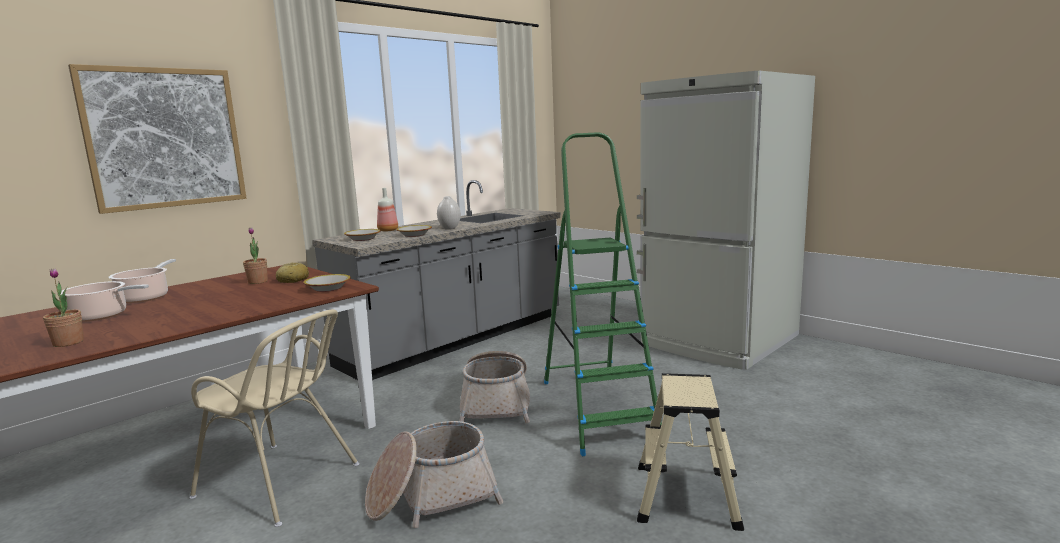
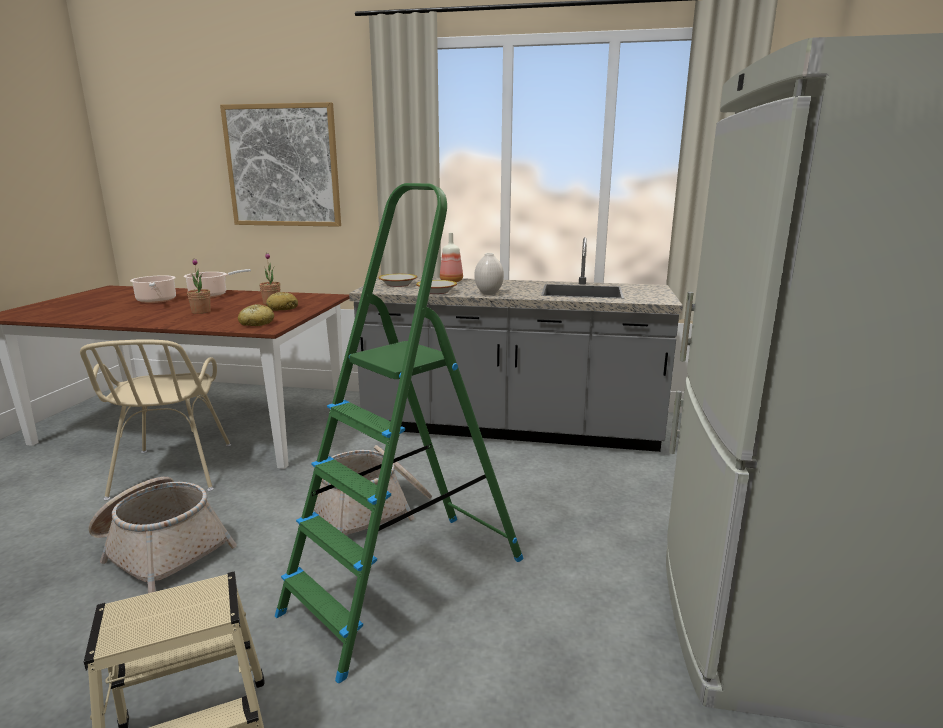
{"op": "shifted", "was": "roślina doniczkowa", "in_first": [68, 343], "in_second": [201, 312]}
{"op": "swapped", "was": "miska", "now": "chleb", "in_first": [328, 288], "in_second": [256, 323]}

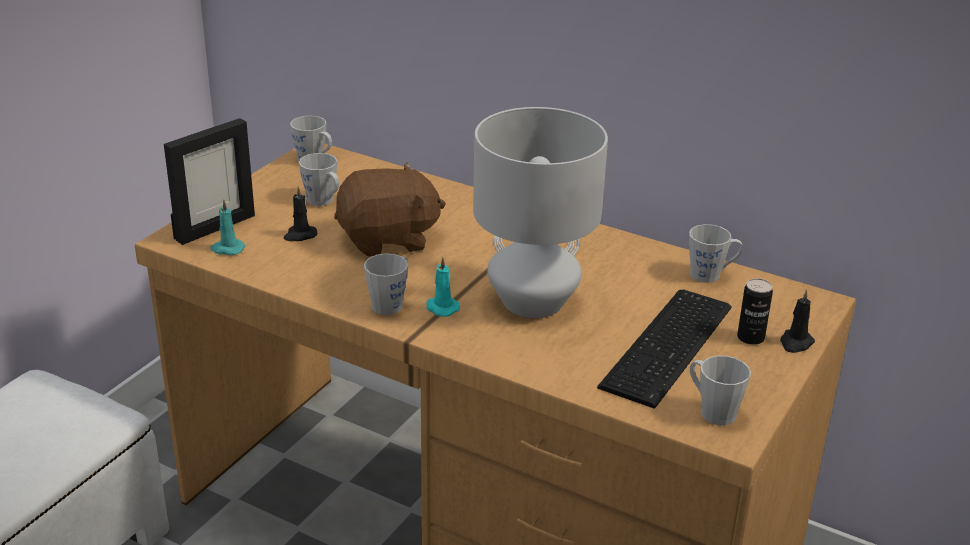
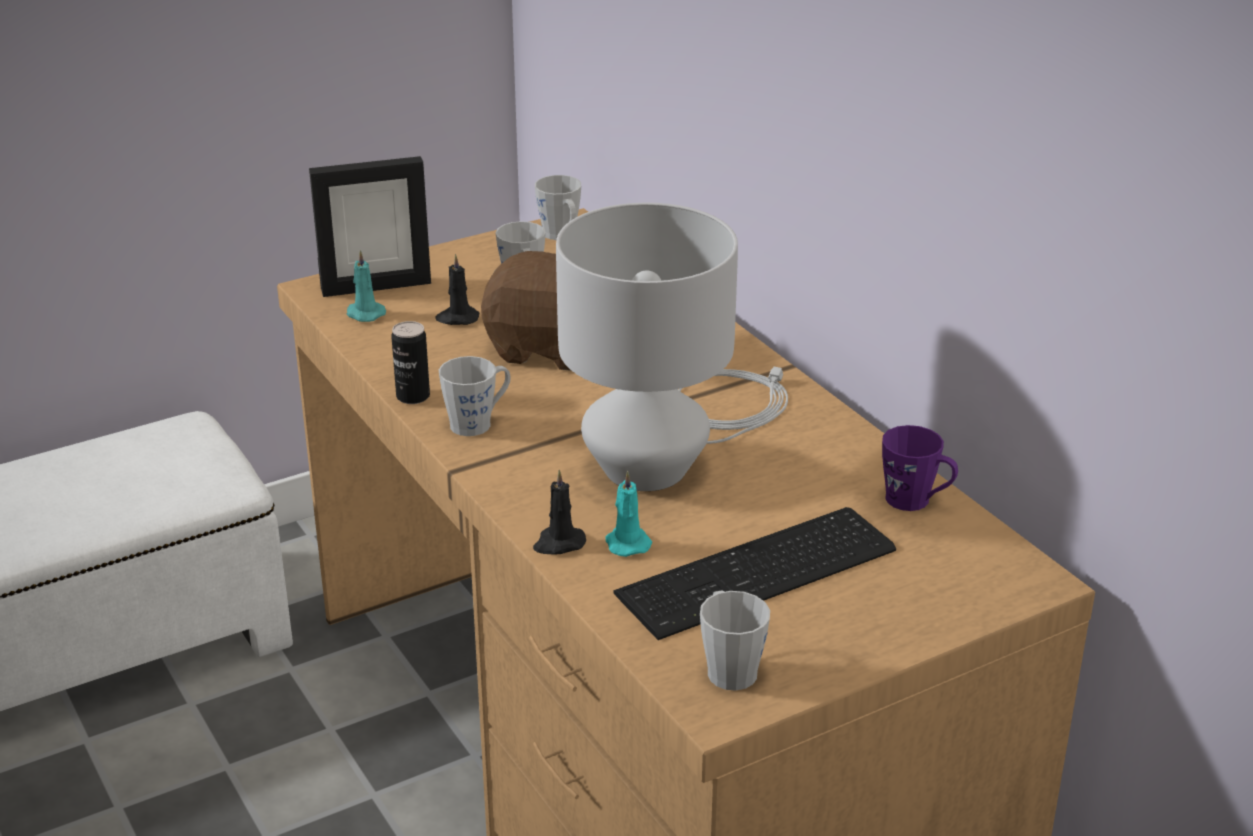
{"op": "repainted", "was": "kubek [szary]", "now": "kubek [fioletowy]", "in_first": [711, 275], "in_second": [915, 501]}
{"op": "shifted", "was": "świeca [turkusowy]", "in_first": [441, 308], "in_second": [626, 543]}
{"op": "shifted", "was": "puszka", "in_first": [750, 338], "in_second": [413, 396]}
{"op": "shifted", "was": "świeca [czarny]", "in_first": [795, 343], "in_second": [558, 543]}

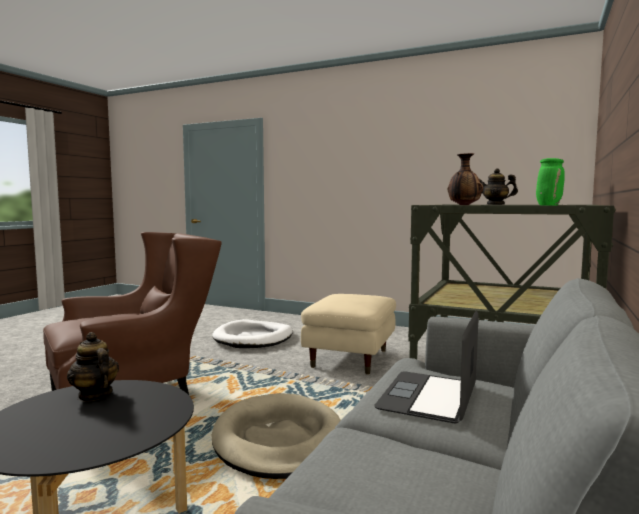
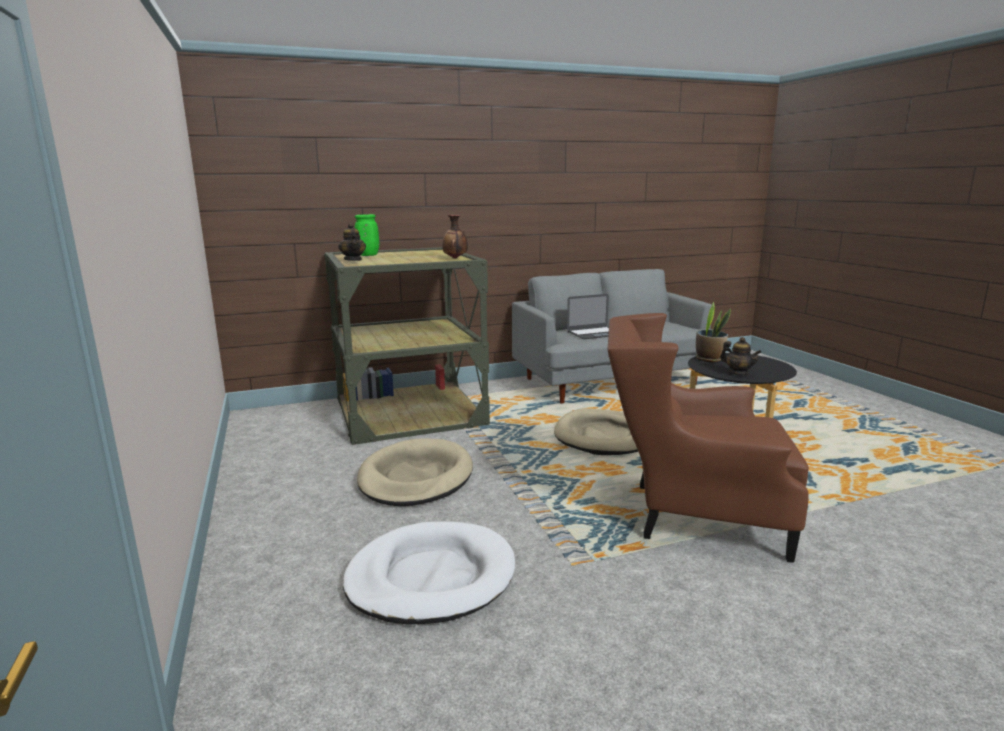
{"op": "swapped", "was": "pufa [beżowy]", "now": "legowisko [beżowy]", "in_first": [350, 358], "in_second": [415, 477]}
{"op": "rotated", "was": "imbryk", "in_first": [94, 395], "in_second": [738, 373], "clockwise": -45}
{"op": "new", "now": "roślina doniczkowa", "in_second": [709, 359]}

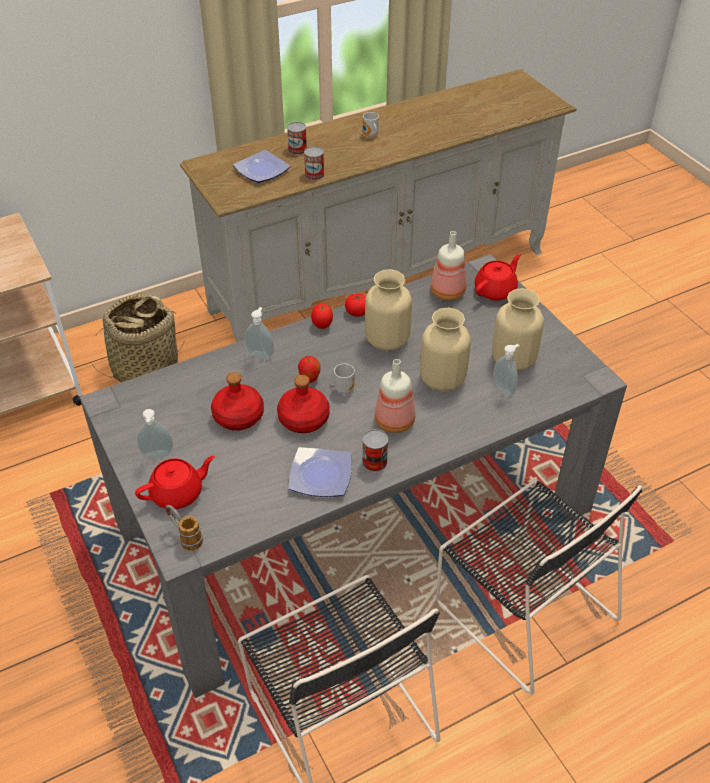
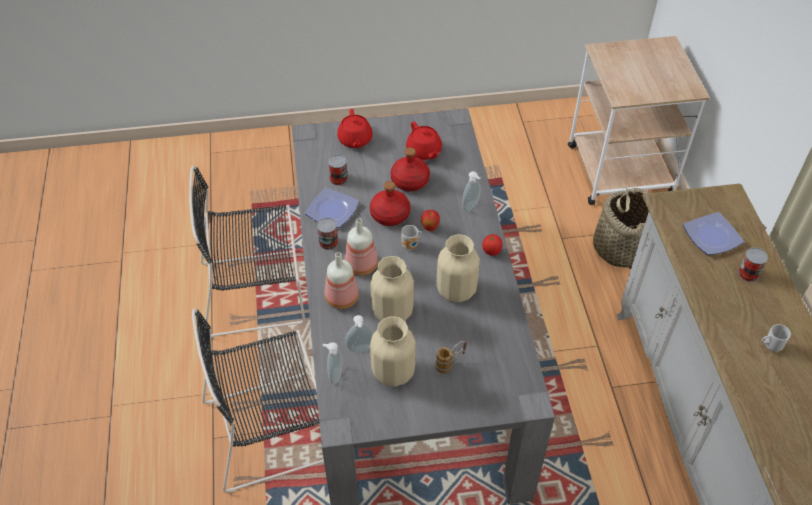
{"op": "shifted", "was": "puszka", "in_first": [314, 175], "in_second": [338, 179]}
{"op": "shifted", "was": "butelka", "in_first": [448, 293], "in_second": [341, 298]}
{"op": "shifted", "was": "imbryk [czerwony]", "in_first": [496, 290], "in_second": [424, 151]}
{"op": "gone", "was": "pomidor", "in_first": [357, 312]}
{"op": "shifted", "was": "dozownik mydła", "in_first": [157, 456], "in_second": [334, 375]}
{"op": "shifted", "was": "kubek", "in_first": [184, 536], "in_second": [450, 363]}

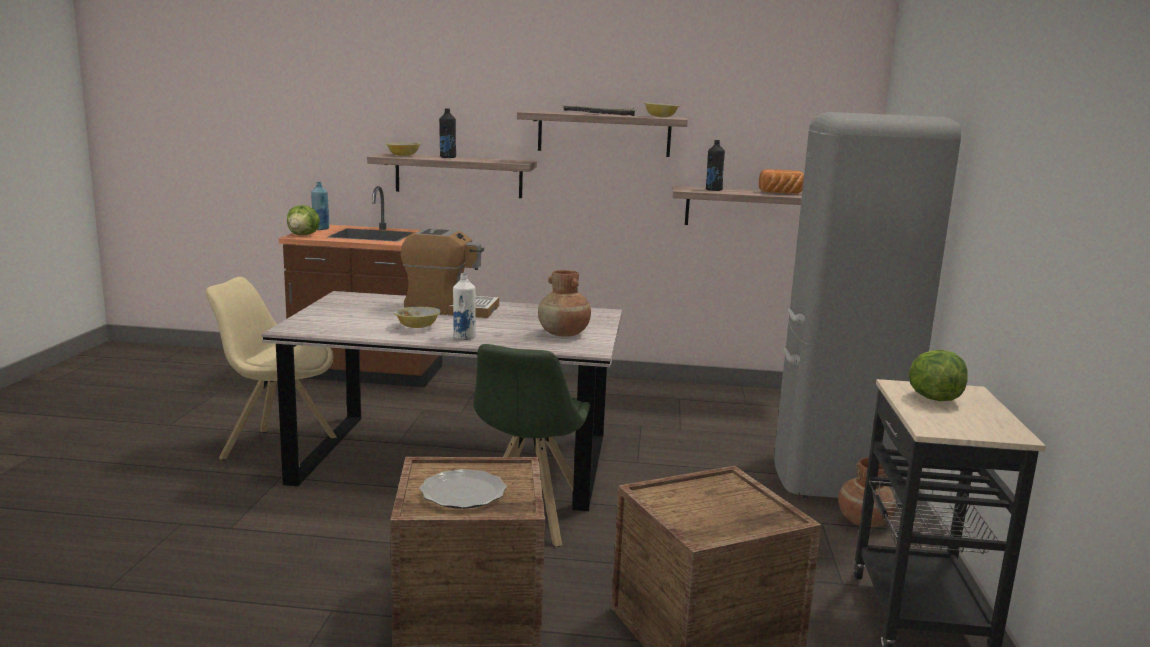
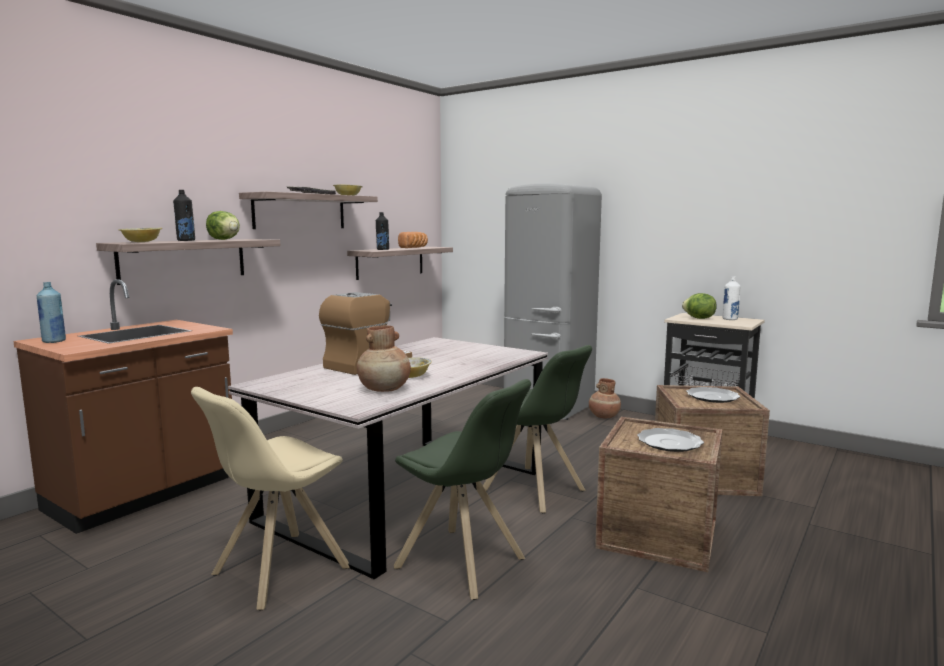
{"op": "shifted", "was": "sałata", "in_first": [303, 235], "in_second": [224, 239]}
{"op": "shifted", "was": "wazon [brązowy]", "in_first": [563, 334], "in_second": [385, 389]}
{"op": "shifted", "was": "butelka [biały]", "in_first": [464, 337], "in_second": [730, 319]}
{"op": "new", "now": "krzesło [zielony]", "in_second": [461, 563]}
{"op": "new", "now": "talerz", "in_second": [712, 397]}

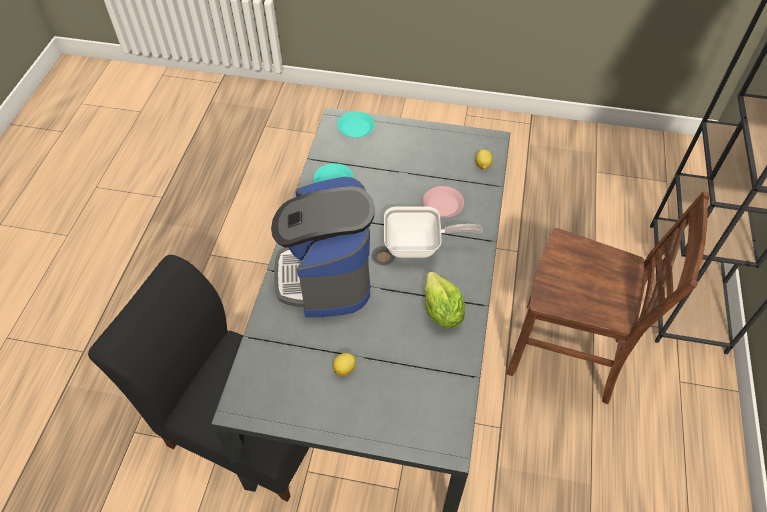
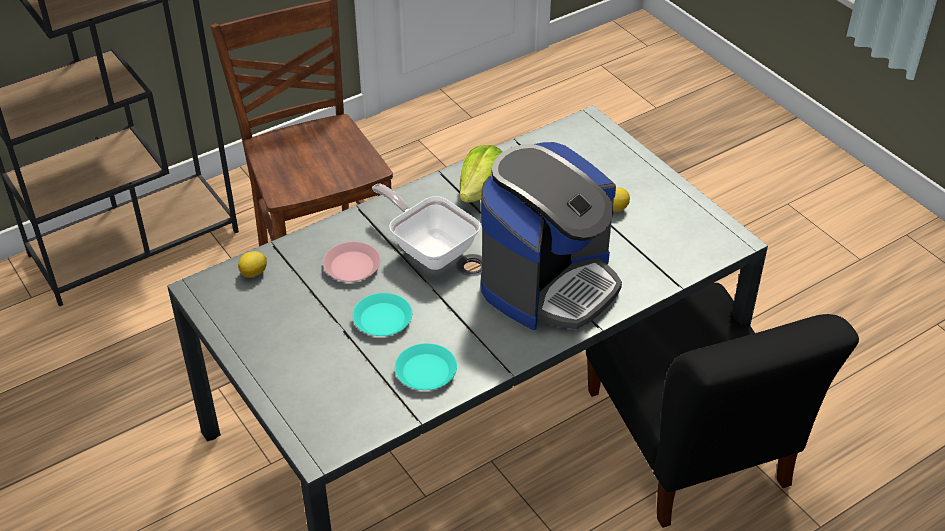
{"op": "shifted", "was": "talerz [turkusowy]", "in_first": [355, 127], "in_second": [383, 319]}

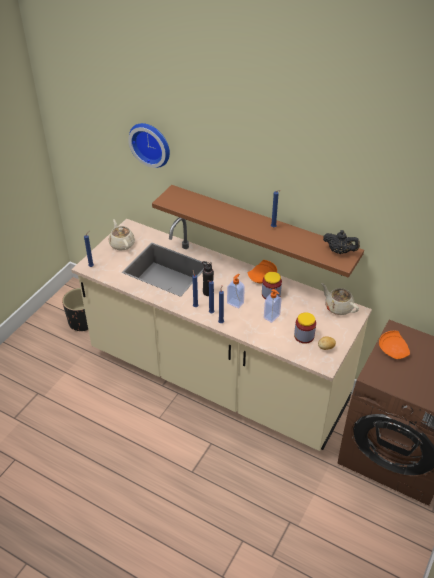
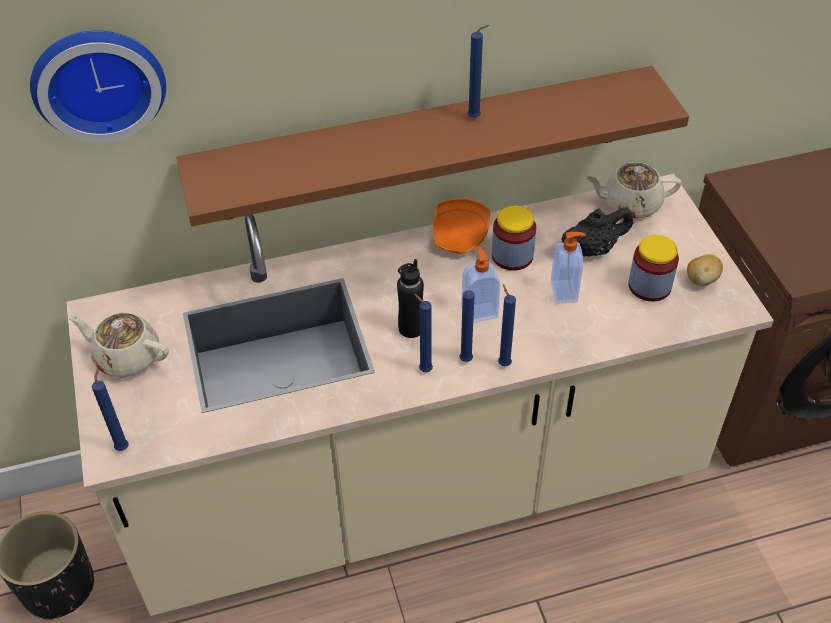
{"op": "shifted", "was": "imbryk [czarny]", "in_first": [339, 251], "in_second": [593, 249]}
{"op": "gone", "was": "talerz [pomarańczowy]", "in_first": [393, 350]}

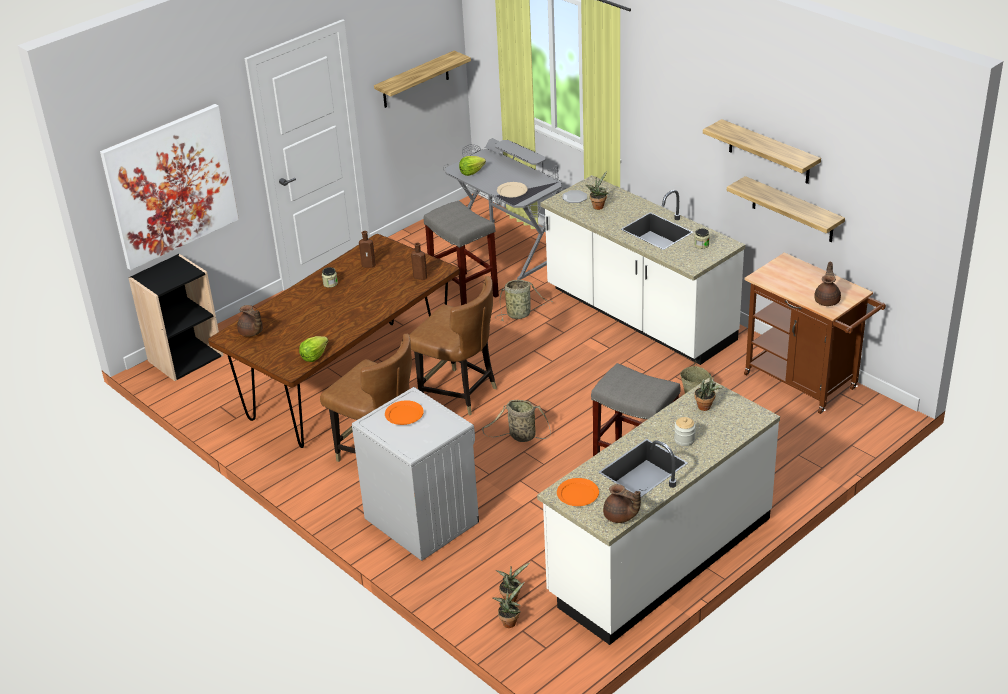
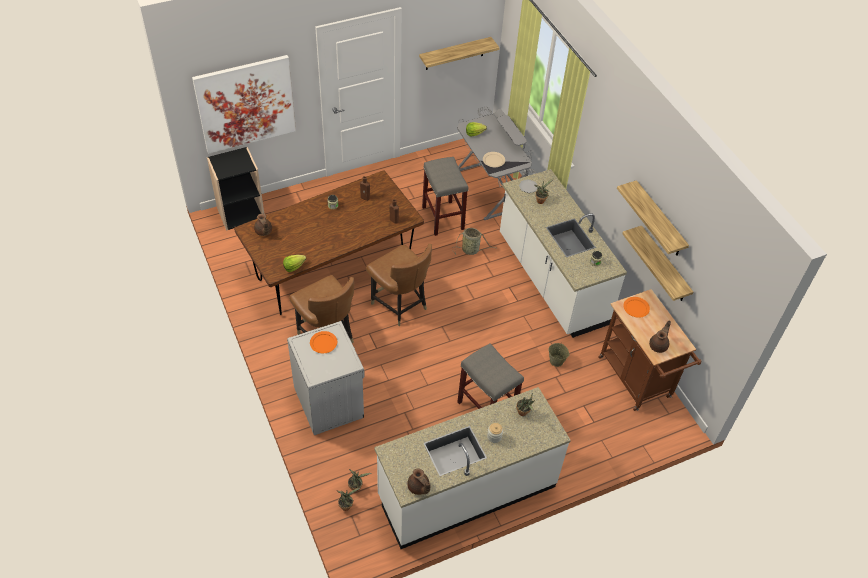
{"op": "gone", "was": "koszyk", "in_first": [520, 436]}
{"op": "shifted", "was": "talerz [pomarańczowy]", "in_first": [578, 494], "in_second": [636, 308]}

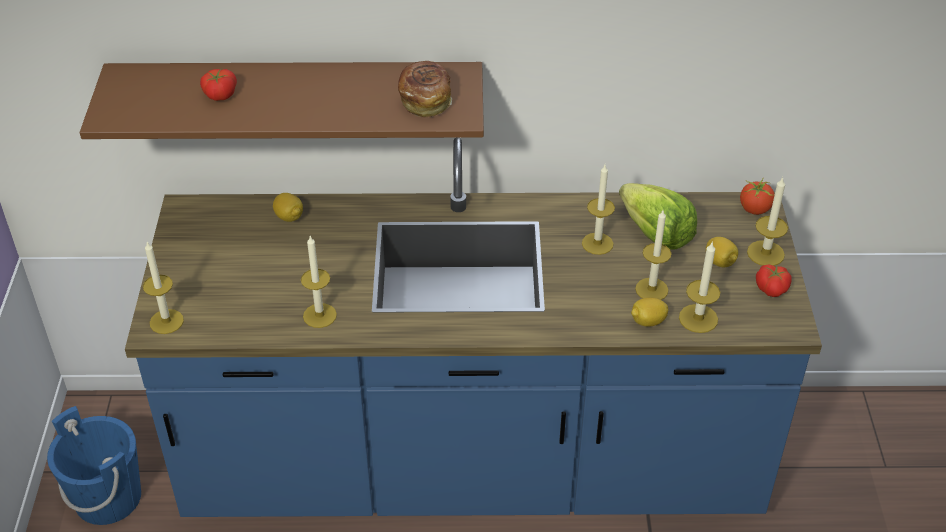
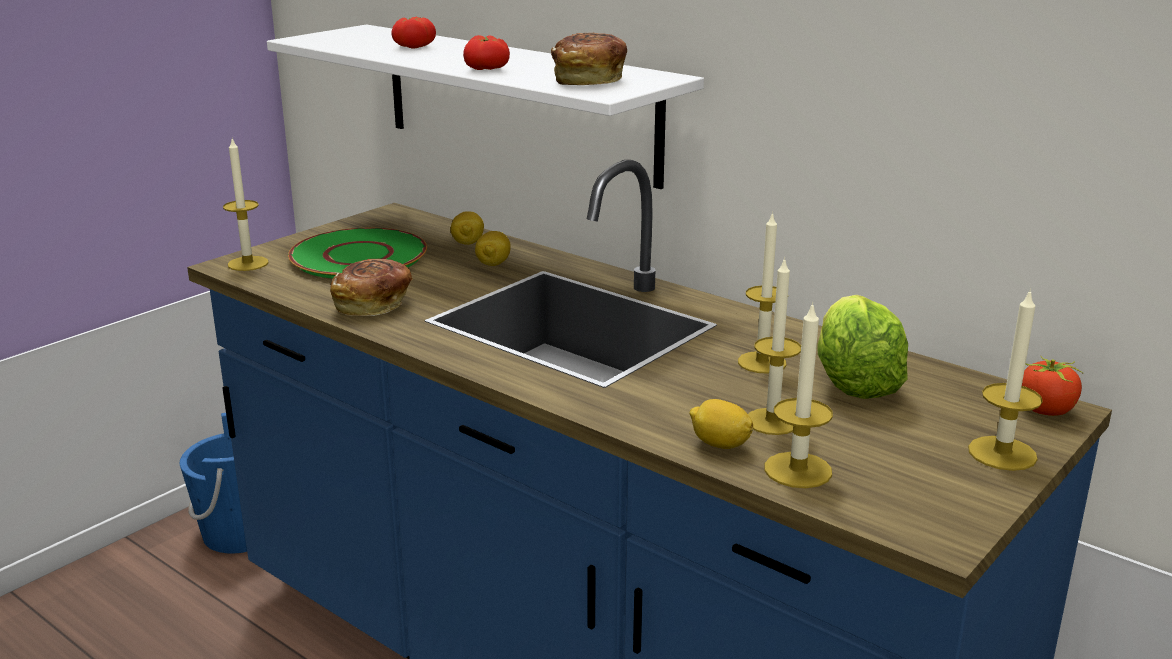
{"op": "repainted", "was": "półka [brązowy]", "now": "półka [biały]", "in_first": [297, 99], "in_second": [517, 102]}
{"op": "swapped", "was": "świeca", "now": "chleb", "in_first": [319, 315], "in_second": [373, 305]}
{"op": "shifted", "was": "cytryna", "in_first": [720, 262], "in_second": [493, 264]}
{"op": "shifted", "was": "pomidor", "in_first": [772, 288], "in_second": [488, 69]}
{"op": "new", "now": "talerz [zielony]", "in_second": [358, 256]}

